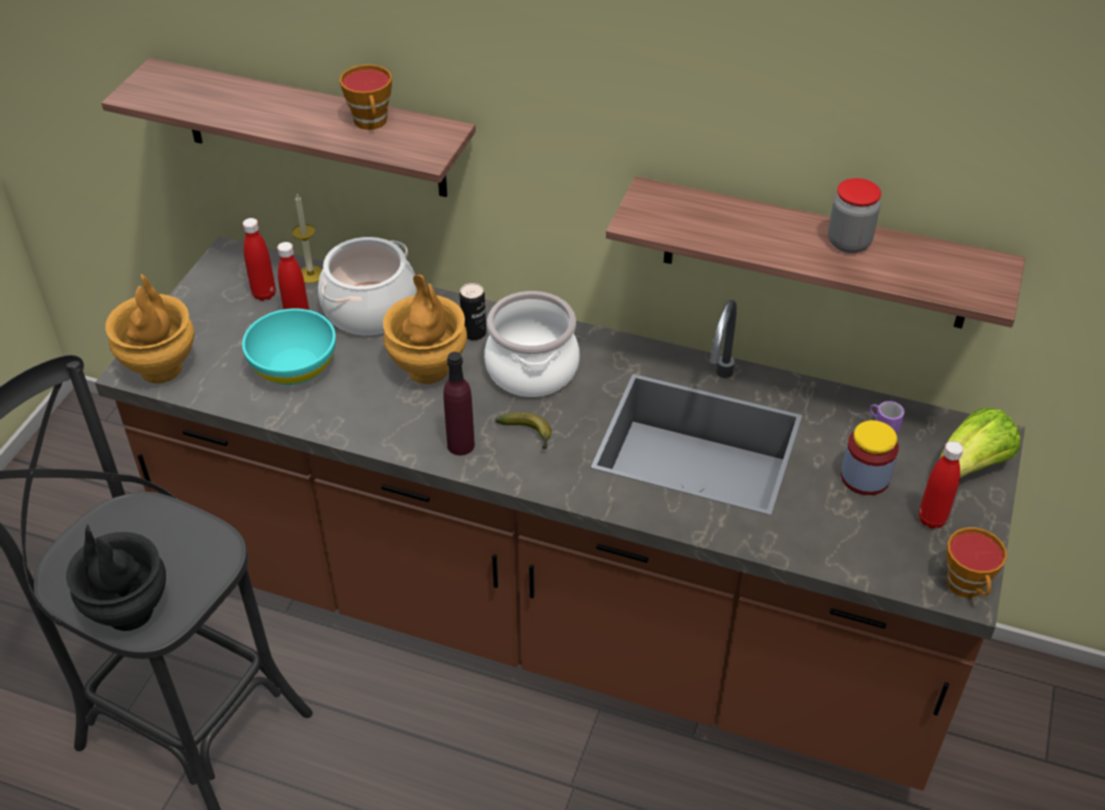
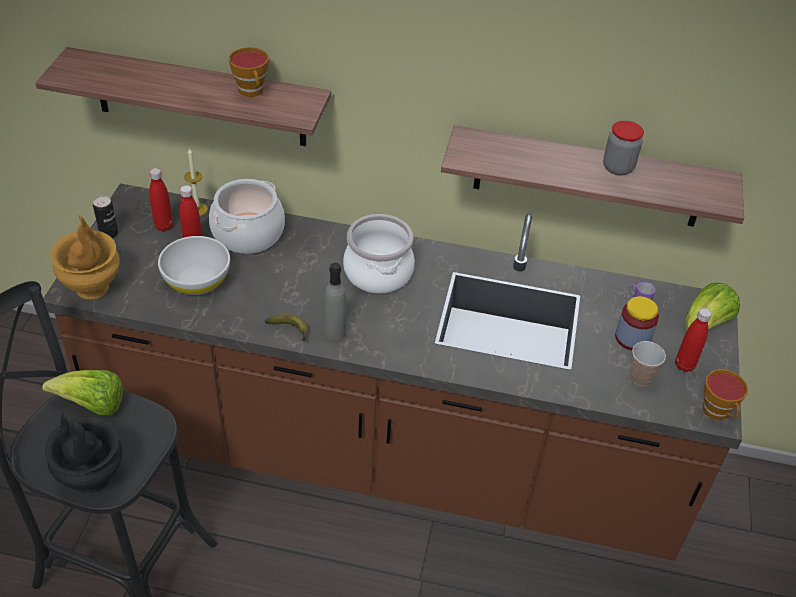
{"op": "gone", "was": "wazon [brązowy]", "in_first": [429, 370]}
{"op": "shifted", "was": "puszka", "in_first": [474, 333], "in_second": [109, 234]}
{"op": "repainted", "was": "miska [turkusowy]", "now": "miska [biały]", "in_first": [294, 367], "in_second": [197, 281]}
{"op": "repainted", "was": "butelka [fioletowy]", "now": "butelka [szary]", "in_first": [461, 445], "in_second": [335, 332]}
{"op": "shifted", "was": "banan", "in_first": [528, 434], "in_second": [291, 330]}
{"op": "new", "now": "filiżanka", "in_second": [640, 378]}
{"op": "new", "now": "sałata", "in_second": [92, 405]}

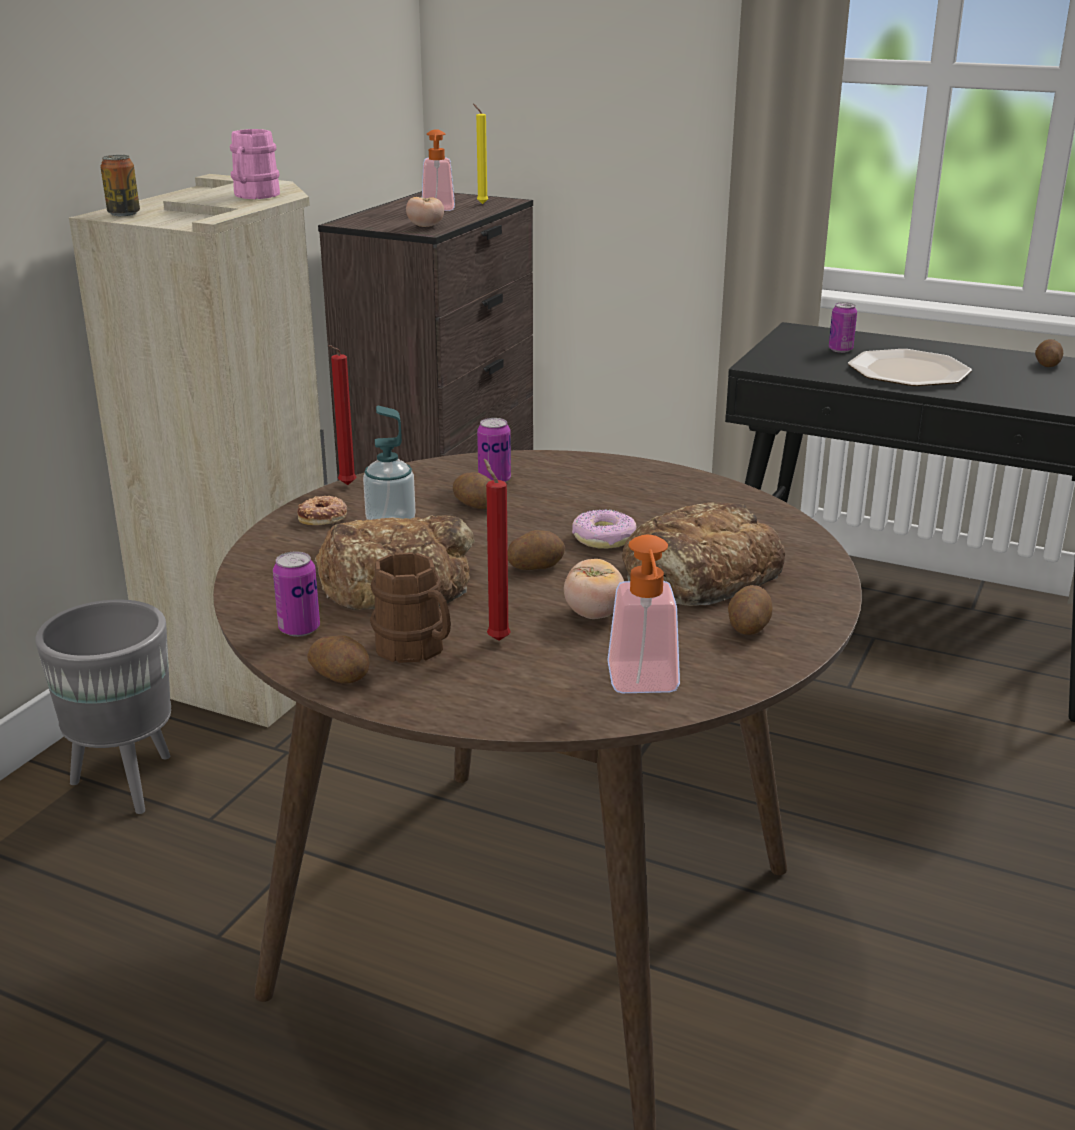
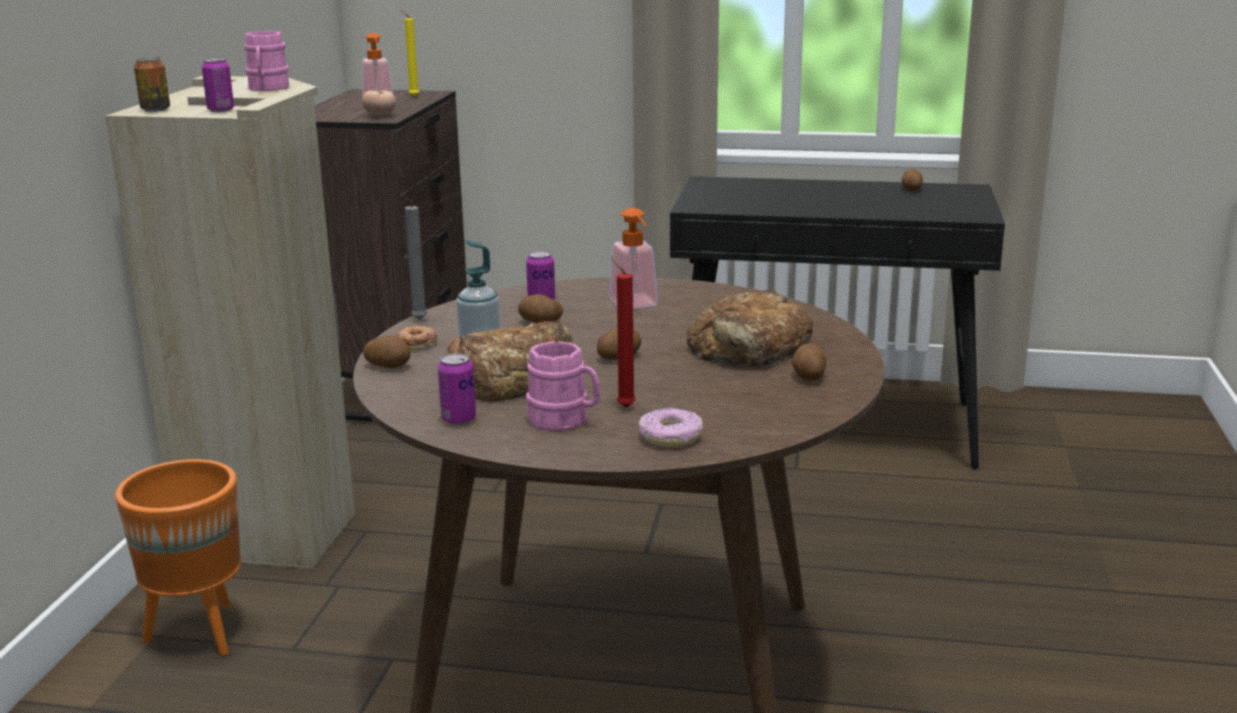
{"op": "shifted", "was": "puszka", "in_first": [840, 350], "in_second": [220, 110]}
{"op": "repainted", "was": "świeca [czerwony]", "now": "świeca [szary]", "in_first": [345, 486], "in_second": [418, 320]}
{"op": "gone", "was": "talerz", "in_first": [907, 371]}
{"op": "shifted", "was": "donut", "in_first": [603, 539], "in_second": [670, 437]}
{"op": "shifted", "was": "dozownik mydła", "in_first": [644, 686], "in_second": [636, 306]}
{"op": "repainted", "was": "kubek [brązowy]", "now": "kubek [różowy]", "in_first": [416, 650], "in_second": [565, 421]}
{"op": "gone", "was": "pomidor", "in_first": [594, 614]}
{"op": "repainted", "was": "donica [szary]", "now": "donica [pomarańczowy]", "in_first": [126, 783], "in_second": [198, 633]}
{"op": "shifted", "was": "ziemniak", "in_first": [341, 676], "in_second": [389, 365]}

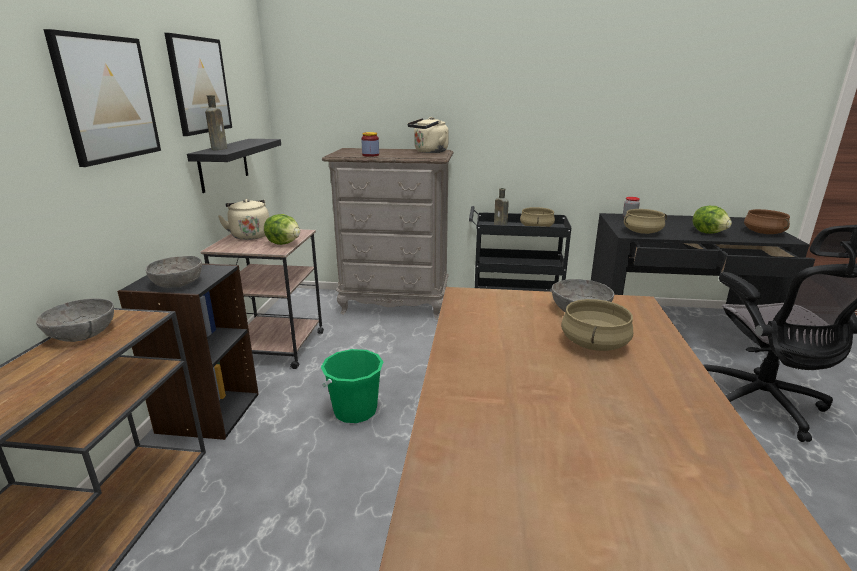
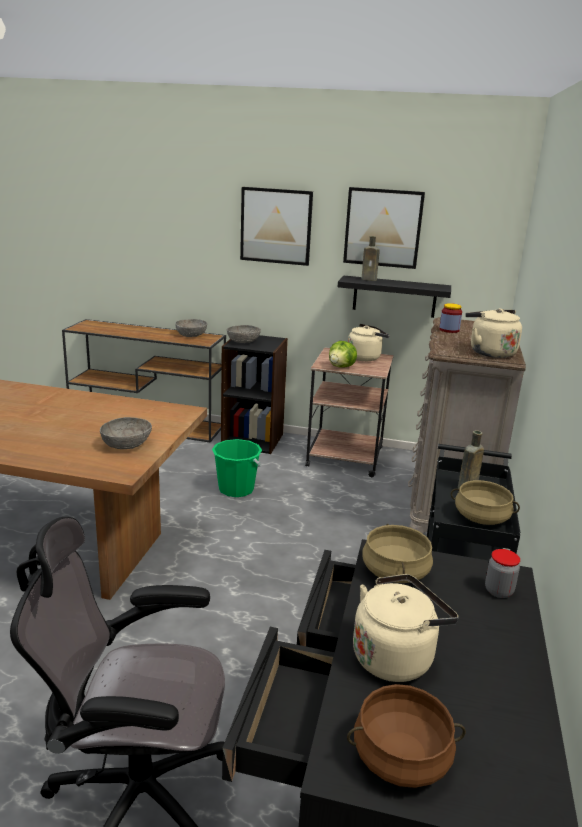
{"op": "swapped", "was": "sałata", "now": "czajnik [beżowy]", "in_first": [708, 232], "in_second": [395, 656]}
{"op": "gone", "was": "garnek [beżowy]", "in_first": [595, 343]}

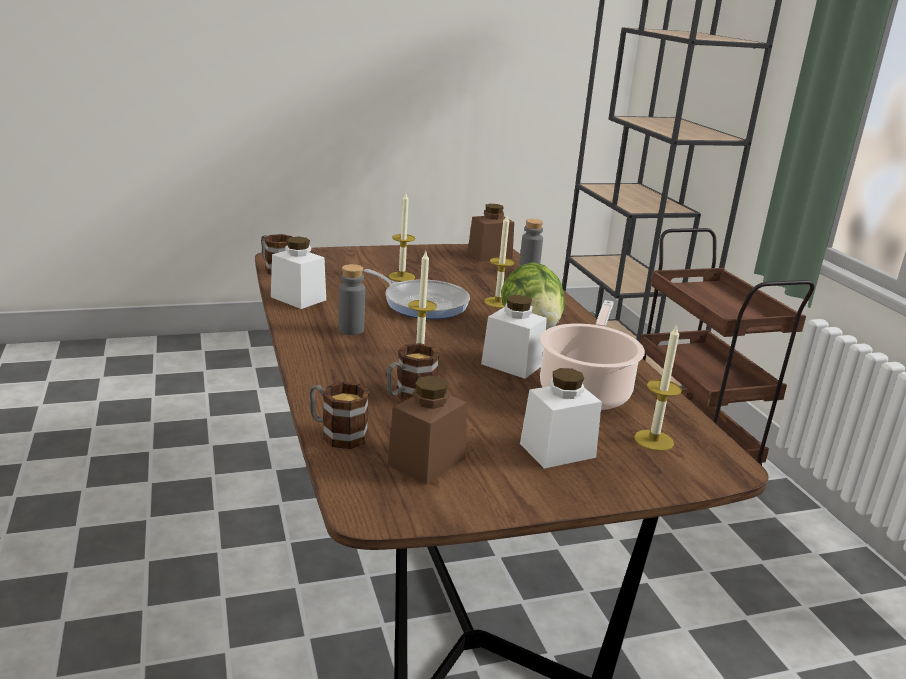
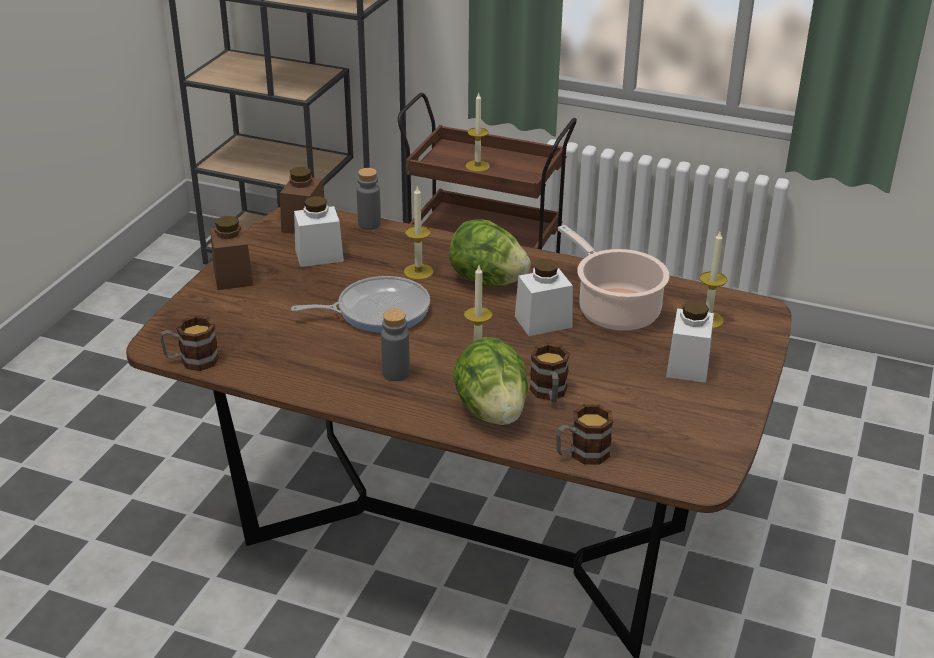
{"op": "shifted", "was": "świeca", "in_first": [401, 277], "in_second": [477, 166]}
{"op": "shifted", "was": "słoik [biały]", "in_first": [298, 298], "in_second": [319, 255]}
{"op": "shifted", "was": "słoik [brązowy]", "in_first": [426, 461], "in_second": [233, 276]}
{"op": "new", "now": "sałata", "in_second": [492, 411]}

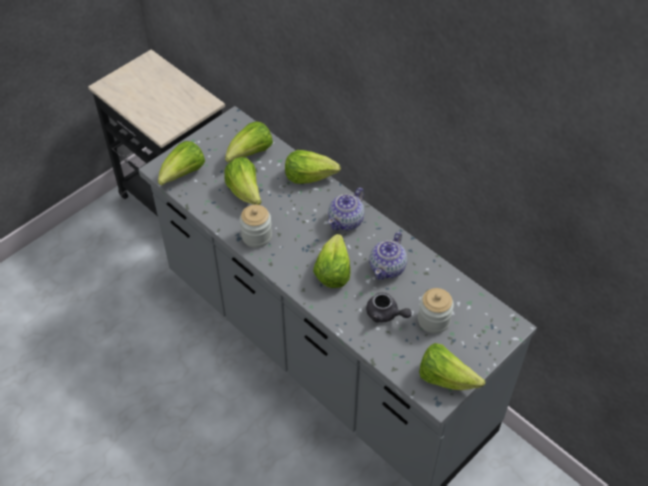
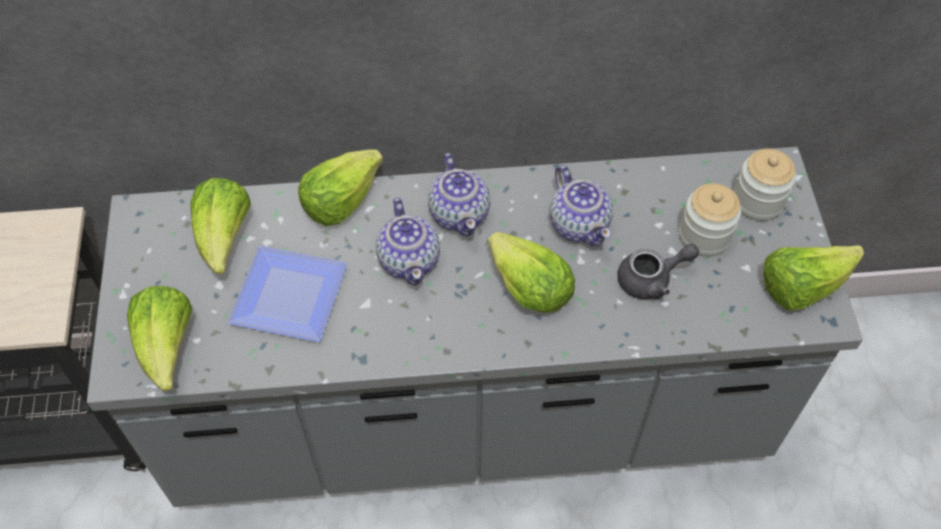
{"op": "swapped", "was": "sałata", "now": "talerz", "in_first": [245, 192], "in_second": [287, 293]}
{"op": "shifted", "was": "słoik", "in_first": [256, 236], "in_second": [757, 201]}
{"op": "new", "now": "imbryk", "in_second": [409, 260]}

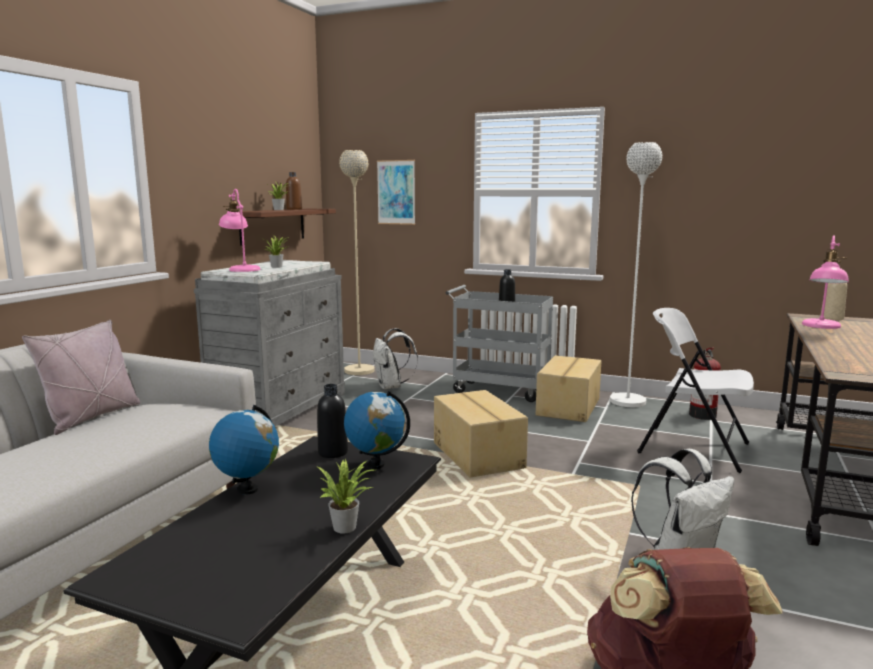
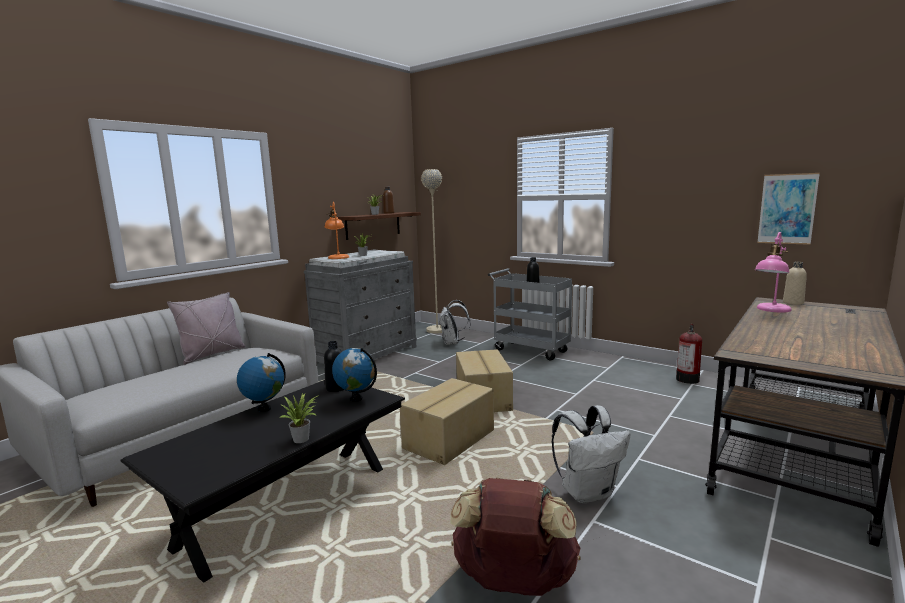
{"op": "gone", "was": "lampa stojąca [biały]", "in_first": [628, 401]}
{"op": "shifted", "was": "obraz", "in_first": [396, 192], "in_second": [787, 209]}
{"op": "repainted", "was": "lampa stołowa [różowy]", "now": "lampa stołowa [pomarańczowy]", "in_first": [240, 268], "in_second": [337, 256]}
{"op": "gone", "was": "krzesło [biały]", "in_first": [693, 448]}
{"op": "shifted", "was": "karton", "in_first": [569, 407], "in_second": [450, 439]}

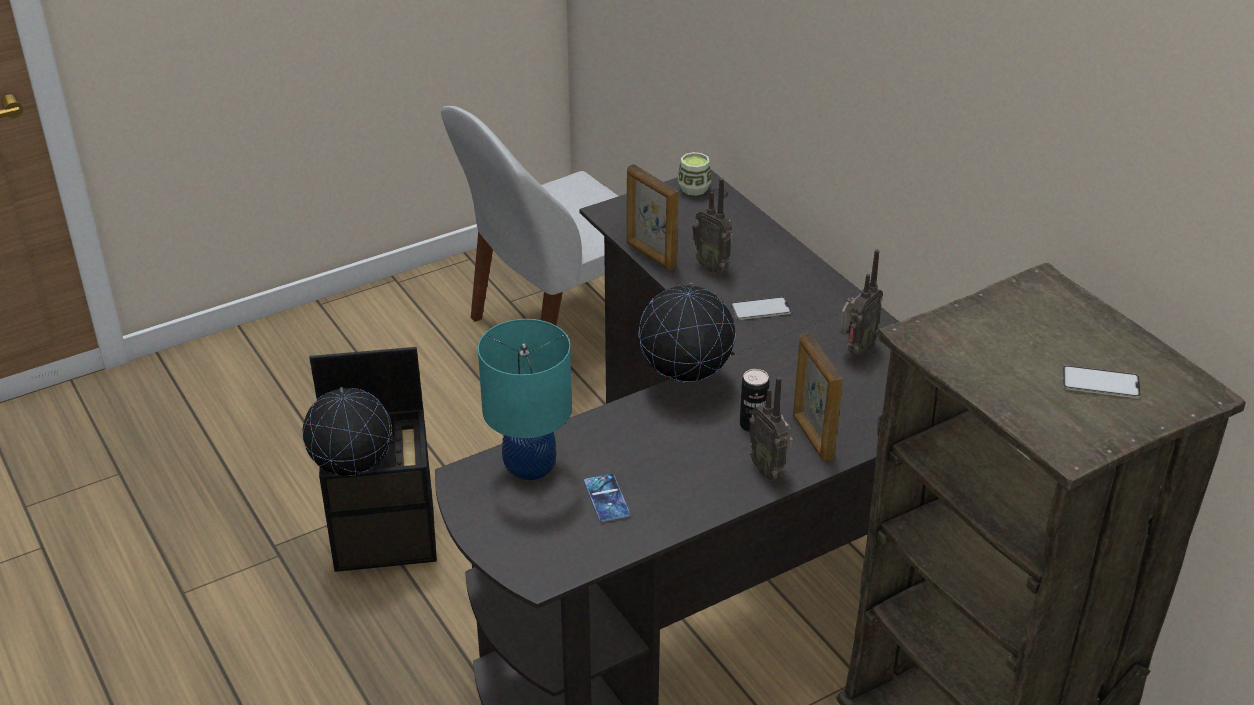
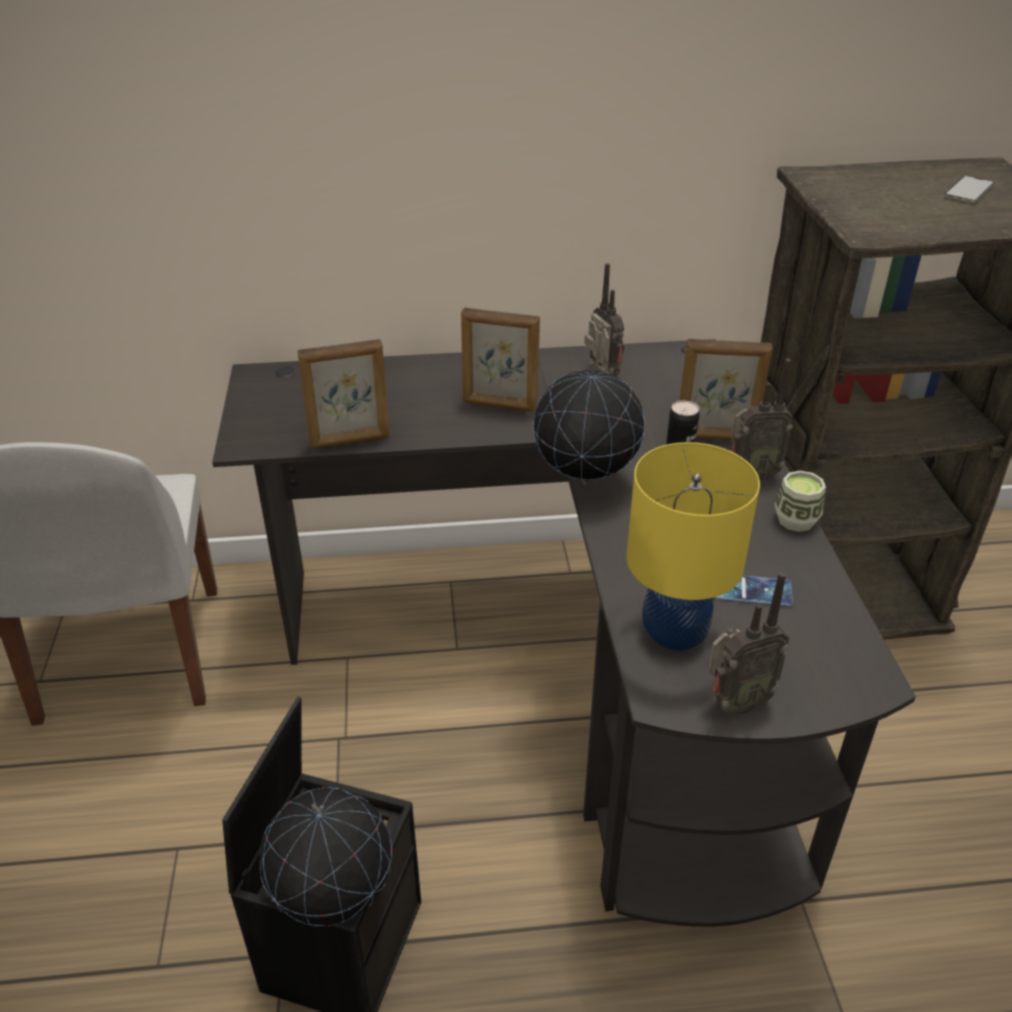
{"op": "shifted", "was": "filiżanka", "in_first": [694, 188], "in_second": [795, 520]}
{"op": "shifted", "was": "radio", "in_first": [713, 266], "in_second": [734, 703]}
{"op": "swapped", "was": "telefon", "now": "ramka na zdjęcie", "in_first": [760, 309], "in_second": [499, 405]}
{"op": "repainted", "was": "lampa stołowa [turkusowy]", "now": "lampa stołowa [żółty]", "in_first": [532, 469], "in_second": [676, 633]}

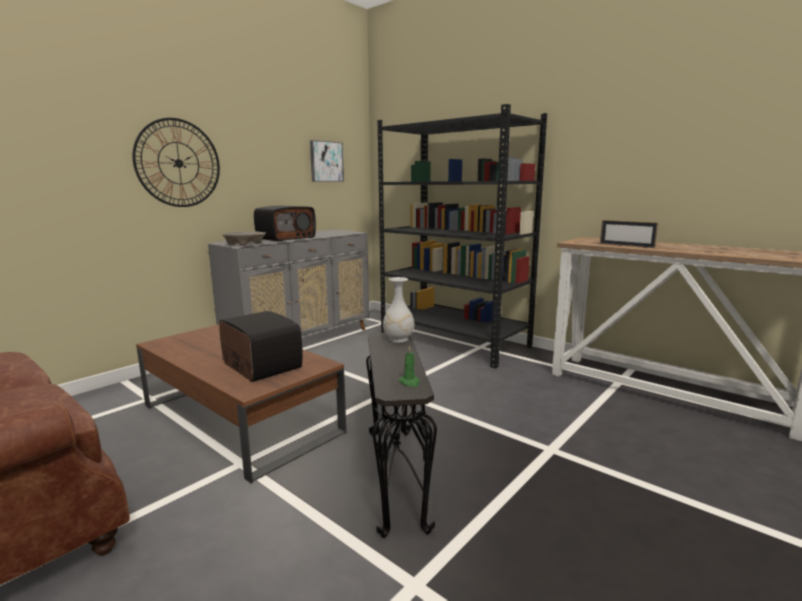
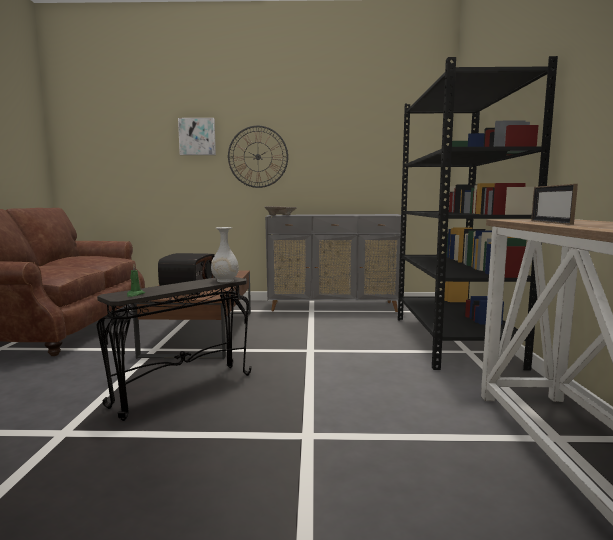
{"op": "shifted", "was": "obraz", "in_first": [326, 161], "in_second": [197, 137]}
{"op": "gone", "was": "radio", "in_first": [286, 238]}

